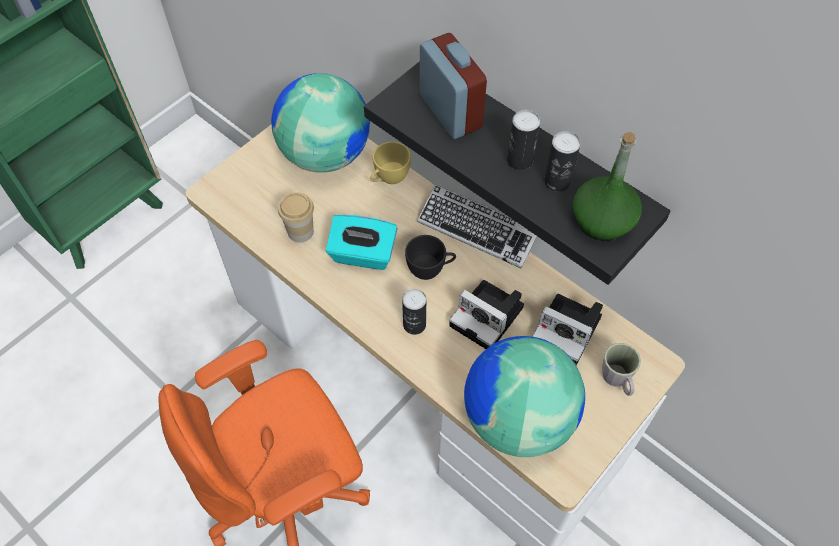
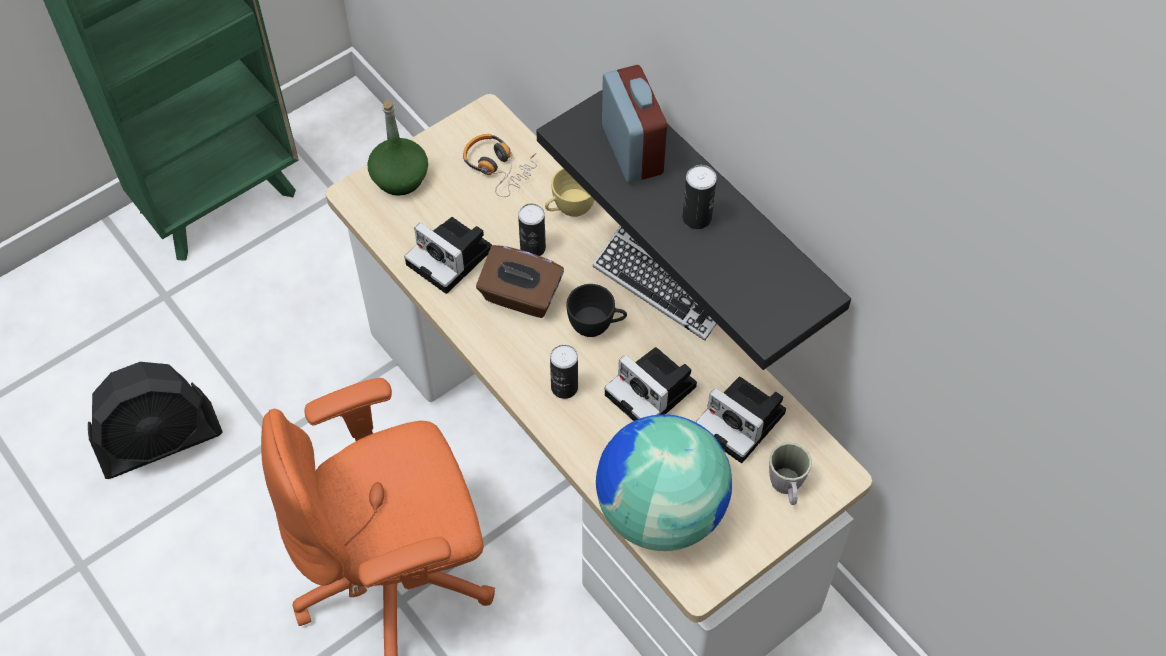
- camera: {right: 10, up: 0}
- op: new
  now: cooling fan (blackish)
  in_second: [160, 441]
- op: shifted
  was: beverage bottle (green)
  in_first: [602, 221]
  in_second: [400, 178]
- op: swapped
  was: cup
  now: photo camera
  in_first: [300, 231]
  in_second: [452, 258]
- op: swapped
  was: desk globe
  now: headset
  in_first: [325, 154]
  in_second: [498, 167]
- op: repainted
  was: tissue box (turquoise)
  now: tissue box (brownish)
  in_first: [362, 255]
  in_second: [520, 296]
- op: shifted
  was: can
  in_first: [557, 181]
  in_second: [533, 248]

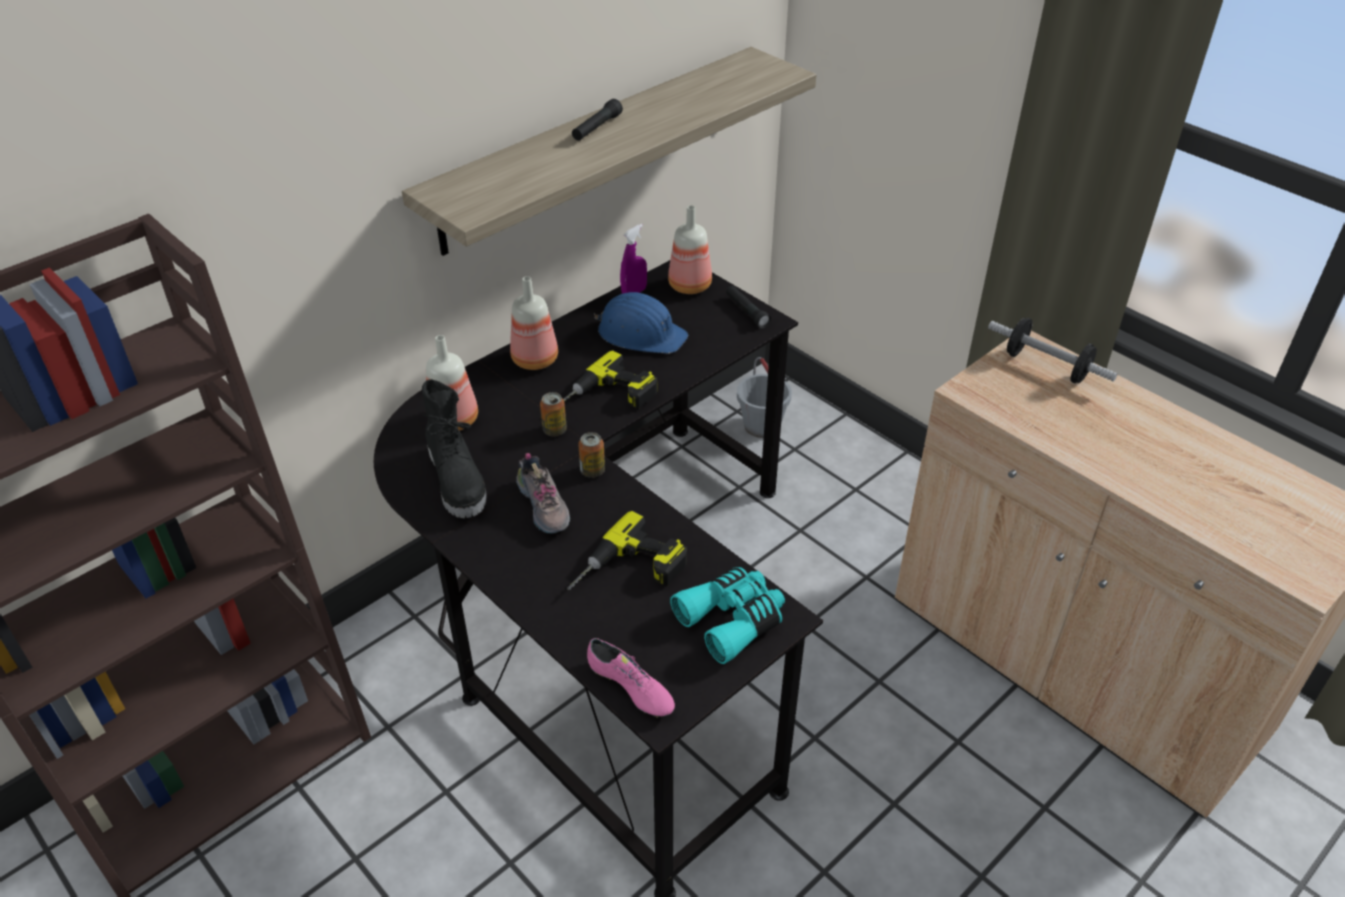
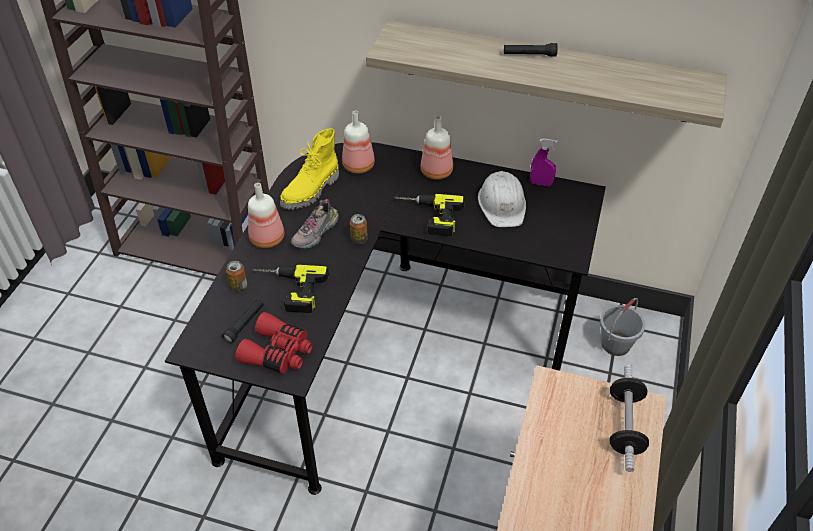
- camera: {right: 60, up: 5}
- op: shifted
  was: flashlight (blackish)
  in_first: [747, 312]
  in_second: [244, 324]
- op: shifted
  was: can
  in_first: [554, 430]
  in_second: [239, 286]
- op: repainted
  was: binoculars (turquoise)
  now: binoculars (red-coloured)
  in_first: [732, 620]
  in_second: [278, 352]
- op: shifted
  was: beverage bottle
  in_first: [688, 285]
  in_second: [267, 238]
- op: repainted
  was: high-top boot (blackish)
  now: high-top boot (yellowish)
  in_first: [458, 481]
  in_second: [311, 191]
- op: repainted
  was: hard hat (blue)
  now: hard hat (whitish)
  in_first: [641, 333]
  in_second: [502, 204]
- op: gone
  was: item of footwear (pinkish)
  in_first: [630, 689]

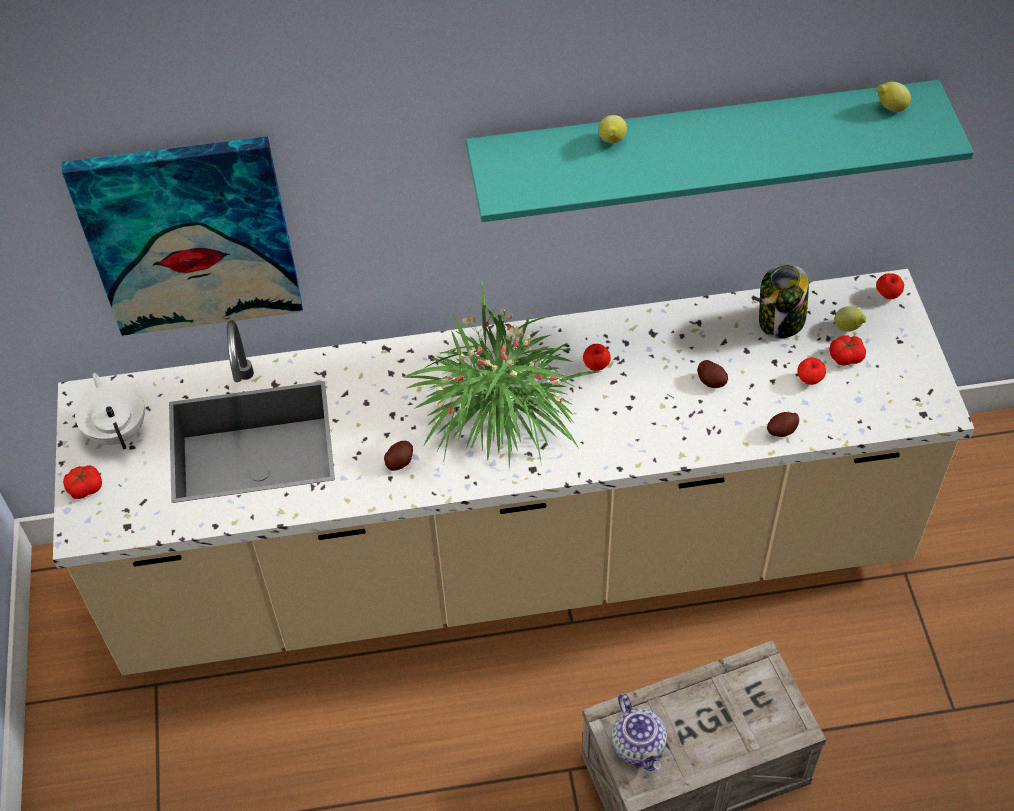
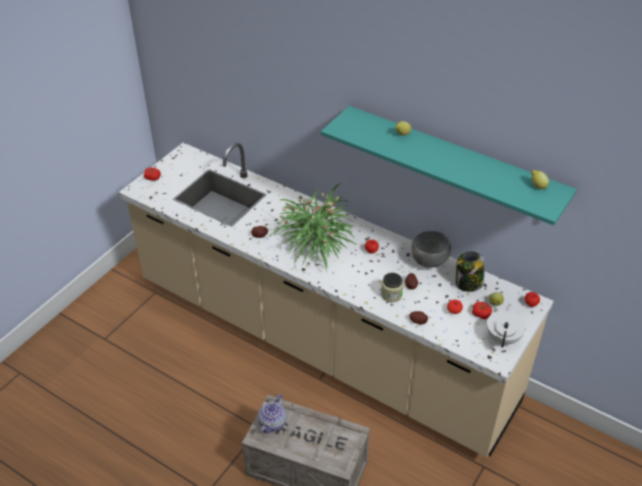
- camera: {right: 40, up: -10}
- op: new
  now: jar
  in_second: [391, 295]
- op: new
  now: bowl (greyish)
  in_second: [429, 262]
- op: shifted
  was: tea pot (whitish)
  in_first: [118, 430]
  in_second: [503, 337]
- op: gone
  was: wall picture
  in_first: [190, 236]

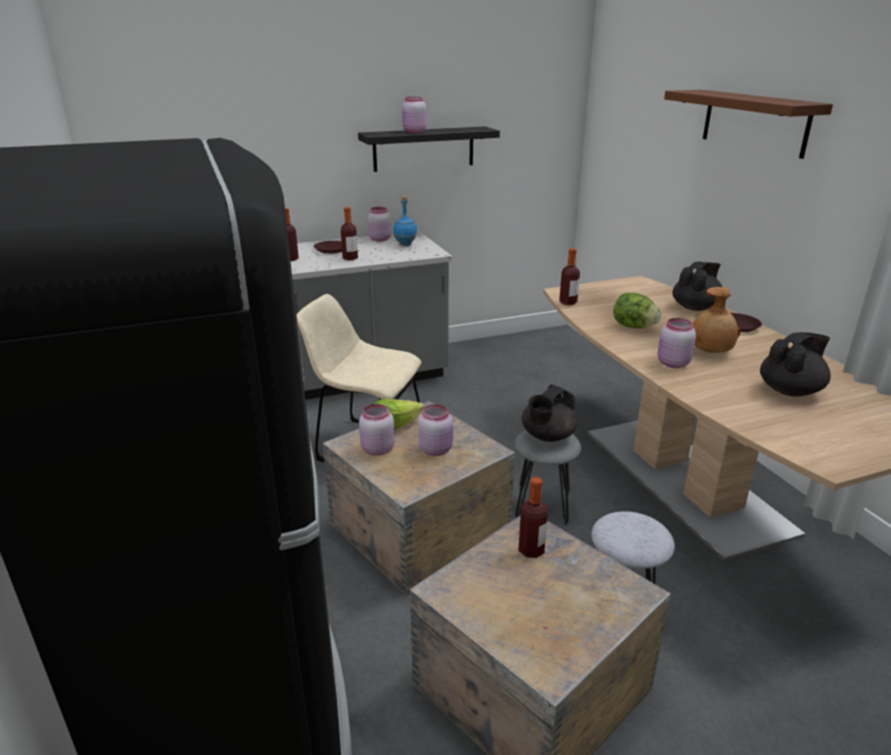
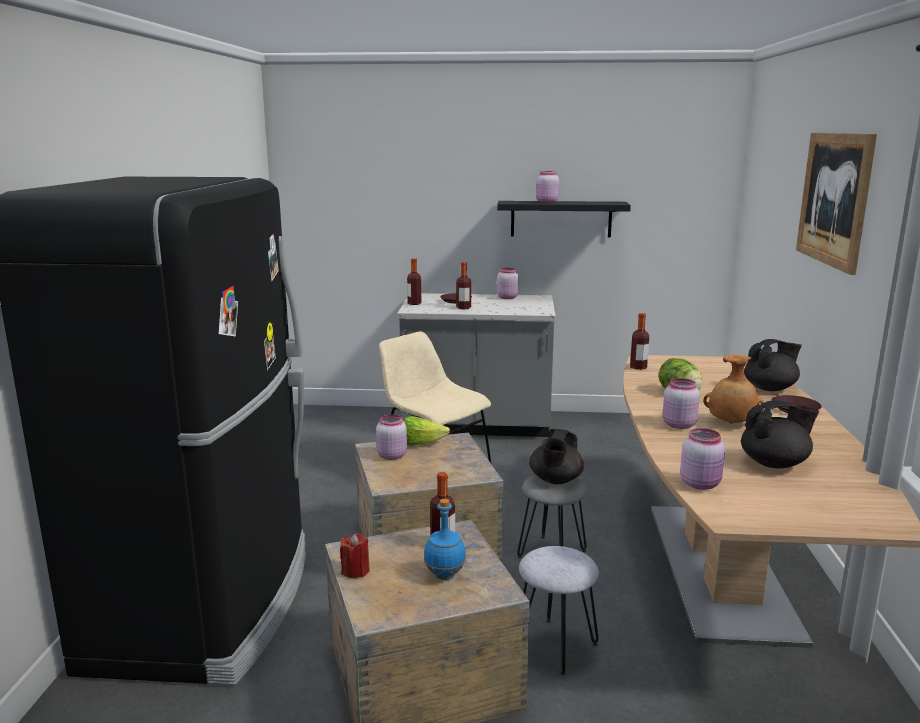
- camera: {right: 25, up: -10}
- op: new
  now: wax light (red-coloured)
  in_second: [355, 571]
- op: shifted
  was: beverage bottle (blue)
  in_first: [405, 245]
  in_second: [445, 576]
- op: rotated
  was: tea pot (blackish)
  in_first: [547, 436]
  in_second: [555, 480]
  clockwise: -45
- op: shifted
  was: jar (pinkish)
  in_first: [436, 449]
  in_second: [701, 483]
- op: swapped
  was: shelf (brownish)
  now: wall picture
  in_first: [754, 122]
  in_second: [834, 199]

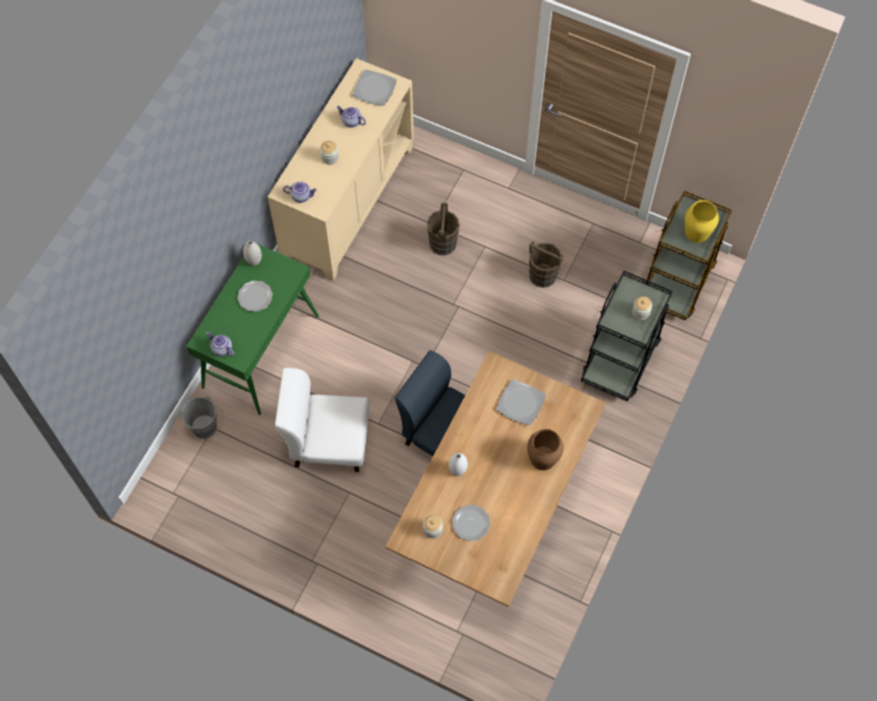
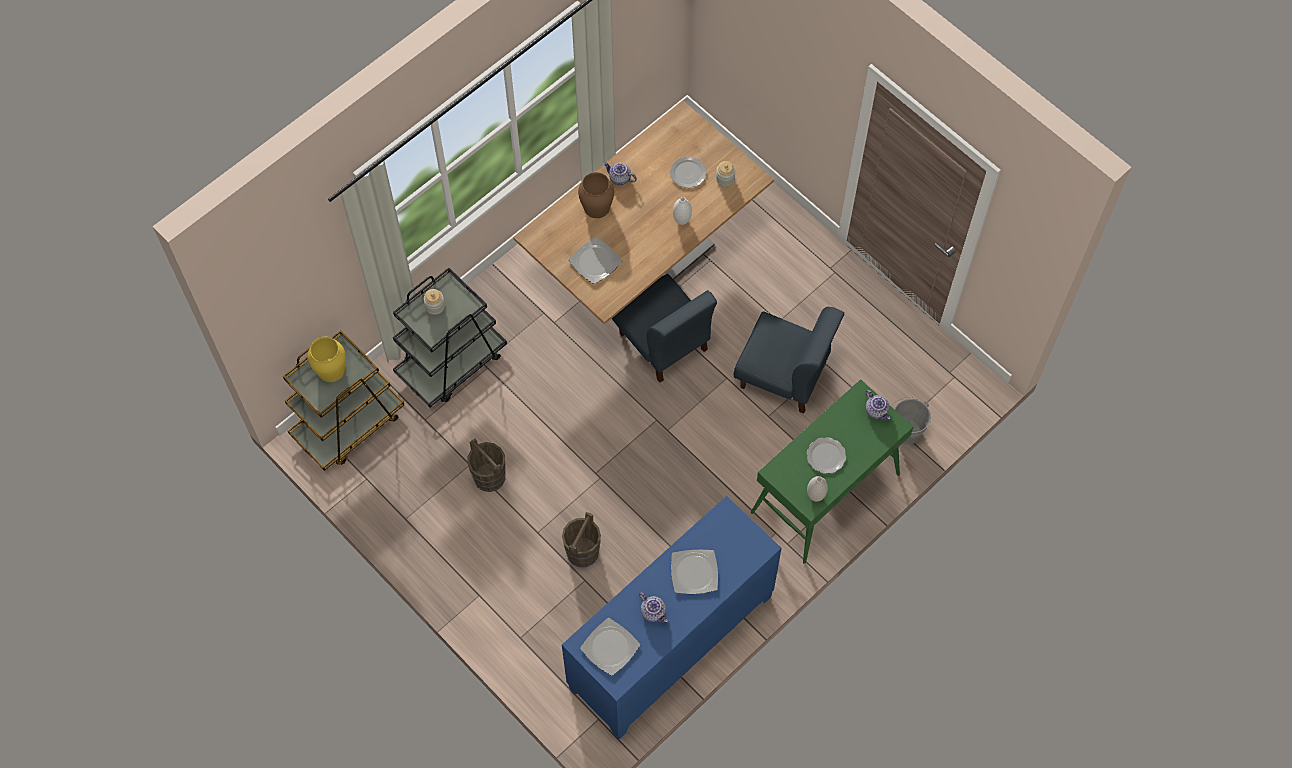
- camera: {right: -160, up: 0}
- op: repainted
  was: cabinet (sand-coloured)
  now: cabinet (blue)
  in_first: [347, 201]
  in_second: [671, 643]
- op: shifted
  was: tea pot
  in_first: [301, 196]
  in_second: [619, 178]
- op: swapped
  was: jar
  now: plate
  in_first: [330, 157]
  in_second: [694, 573]
- op: repainted
  was: upright chair (whitish)
  now: upright chair (blue)
  in_first: [328, 442]
  in_second: [783, 376]

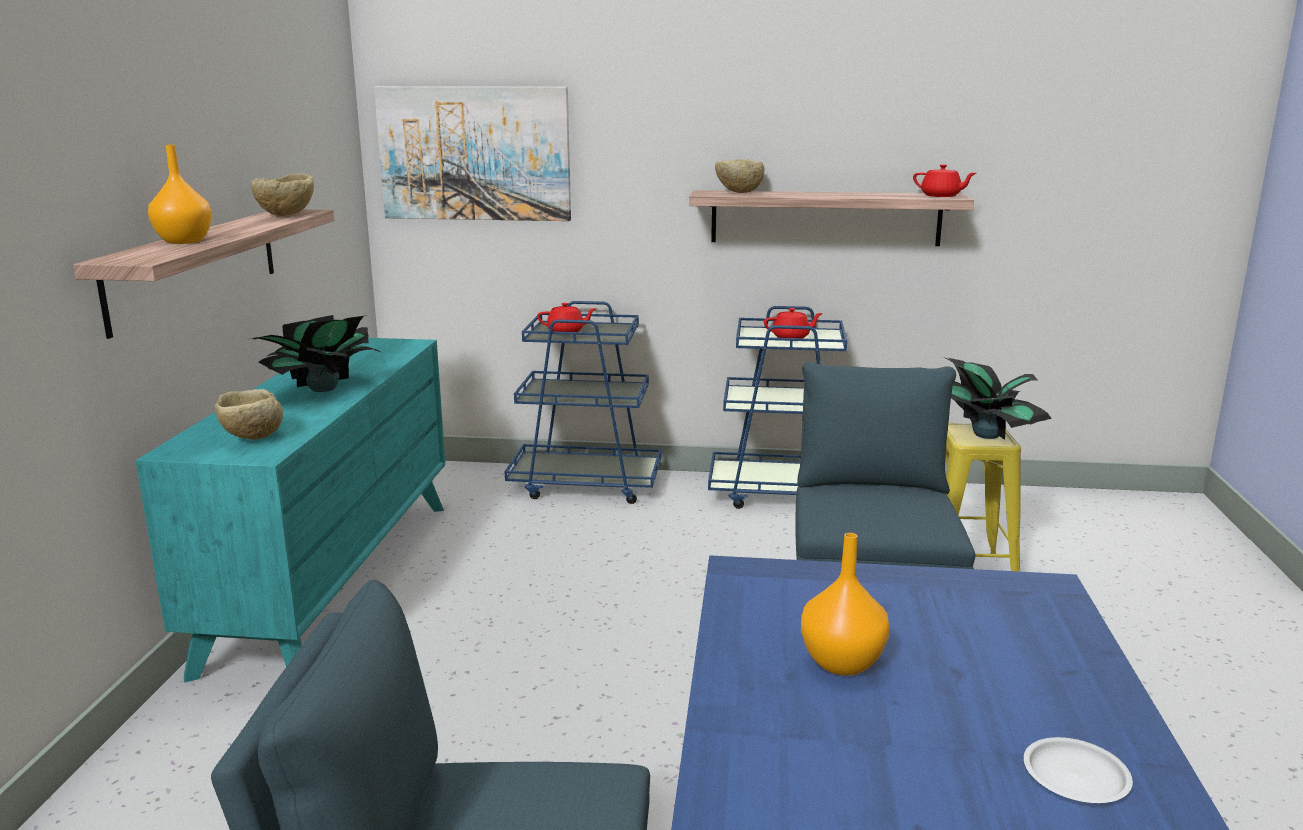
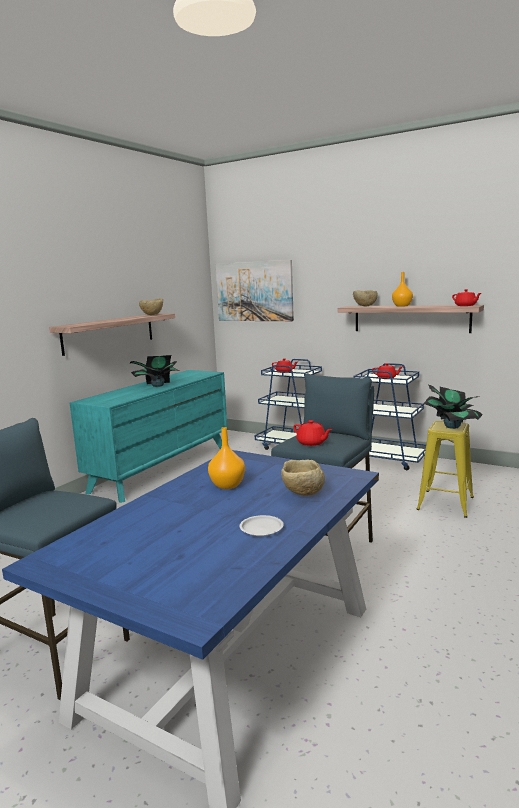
- camera: {right: 25, up: -5}
- op: shifted
  was: bowl (sand-coloured)
  in_first: [252, 438]
  in_second: [303, 494]
- op: new
  now: tea pot (red-coloured)
  in_second: [312, 443]
- op: shifted
  was: decorative vase (orange-coloured)
  in_first: [184, 241]
  in_second: [402, 306]

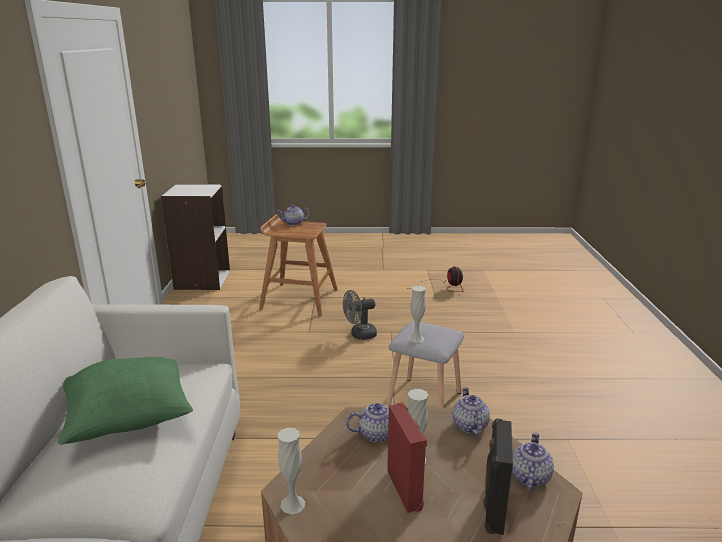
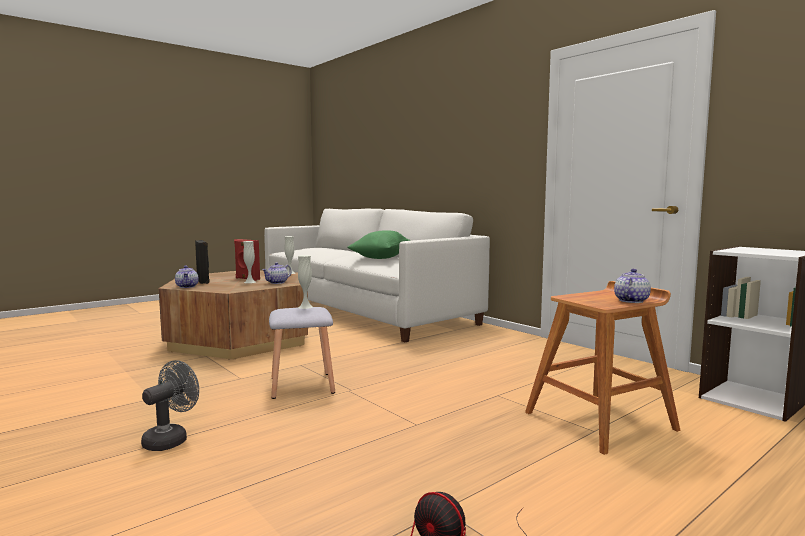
- camera: {right: 140, up: -15}
- op: shifted
  was: cooling fan (greyish)
  in_first: [359, 335]
  in_second: [171, 439]
- op: gone
  was: tea pot
  in_first: [469, 425]

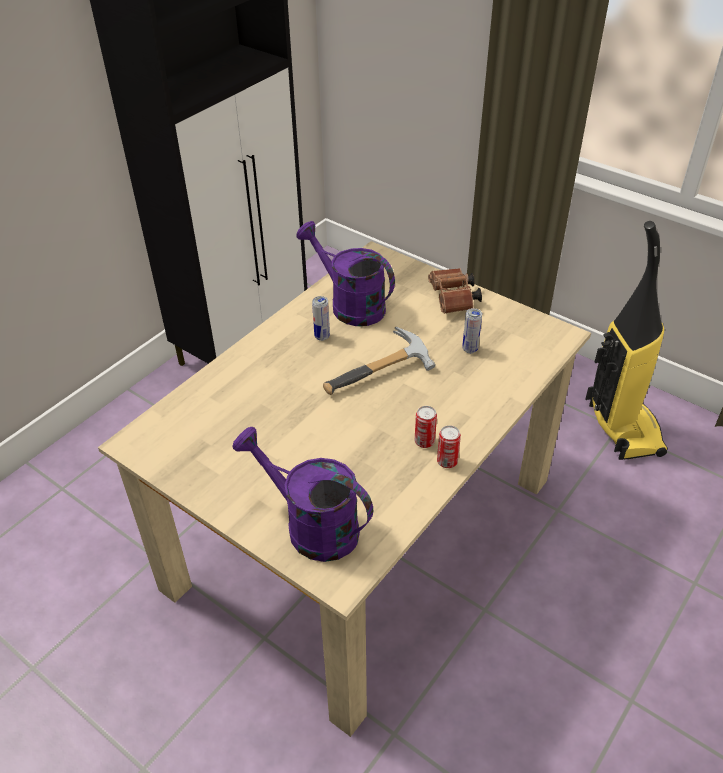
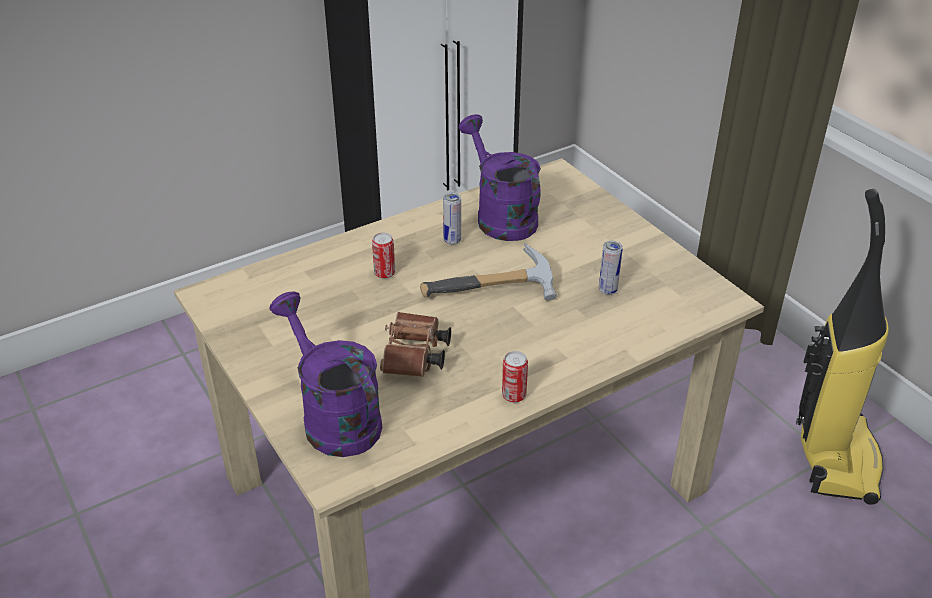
- camera: {right: 20, up: -5}
- op: shifted
  was: can
  in_first: [424, 441]
  in_second: [384, 273]
- op: shifted
  was: binoculars (brownish)
  in_first: [453, 300]
  in_second: [415, 358]

